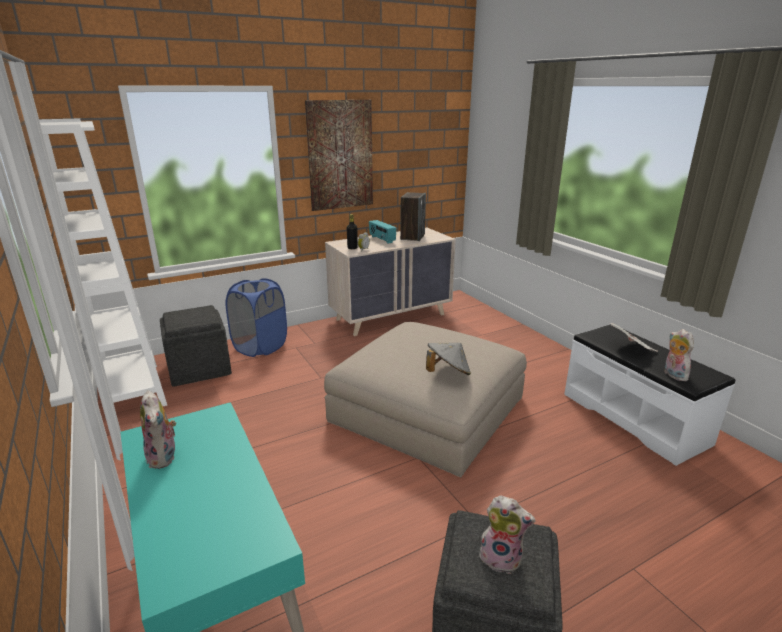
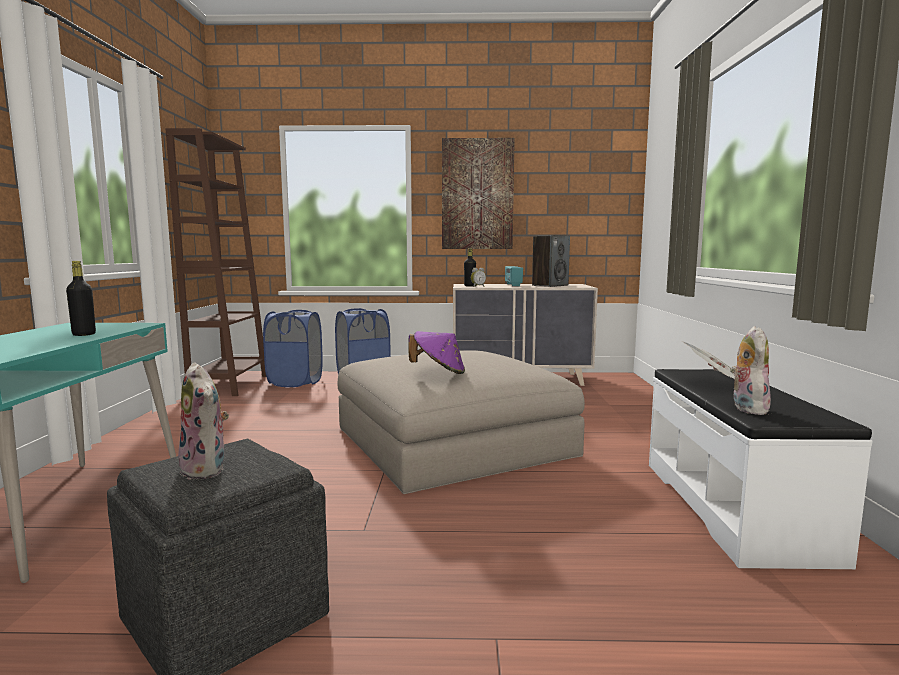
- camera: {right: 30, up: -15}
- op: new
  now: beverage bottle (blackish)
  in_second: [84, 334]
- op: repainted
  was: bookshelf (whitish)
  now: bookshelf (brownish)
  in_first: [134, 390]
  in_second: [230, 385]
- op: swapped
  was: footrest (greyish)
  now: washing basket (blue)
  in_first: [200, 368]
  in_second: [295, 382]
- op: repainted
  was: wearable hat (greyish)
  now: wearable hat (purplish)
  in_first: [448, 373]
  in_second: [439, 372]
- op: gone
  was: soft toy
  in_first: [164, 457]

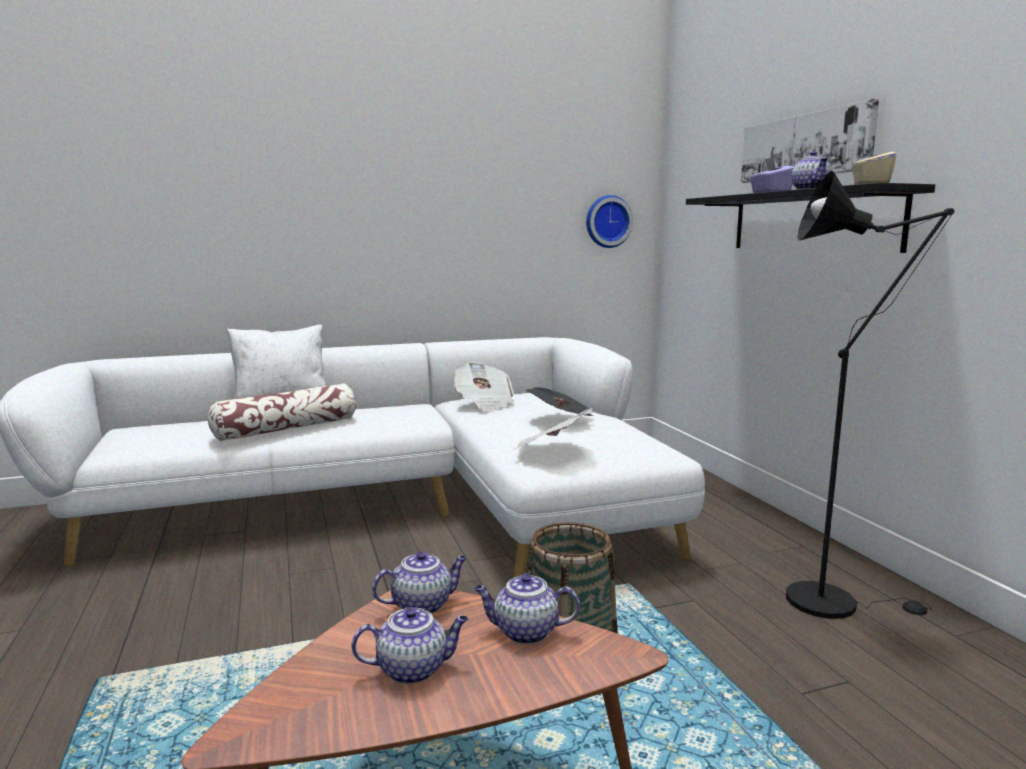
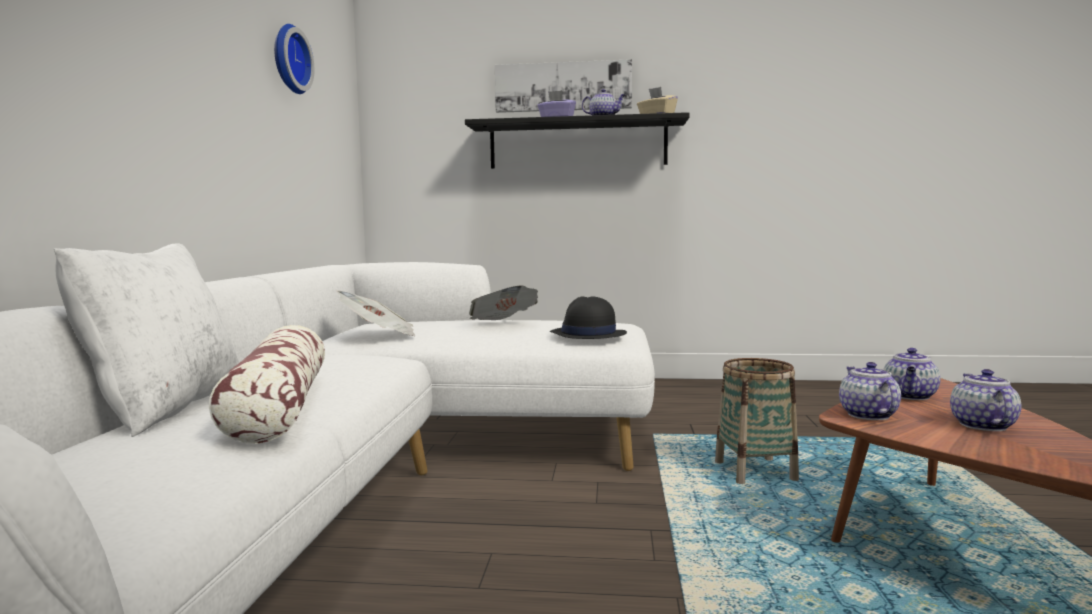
- camera: {right: -65, up: -5}
- op: shifted
  was: hanging clock
  in_first: [607, 221]
  in_second: [288, 59]
- op: swapped
  was: daily paper
  now: wearable hat (blackish)
  in_first: [550, 450]
  in_second: [587, 334]
- op: gone
  was: standard lamp (blackish)
  in_first: [834, 601]

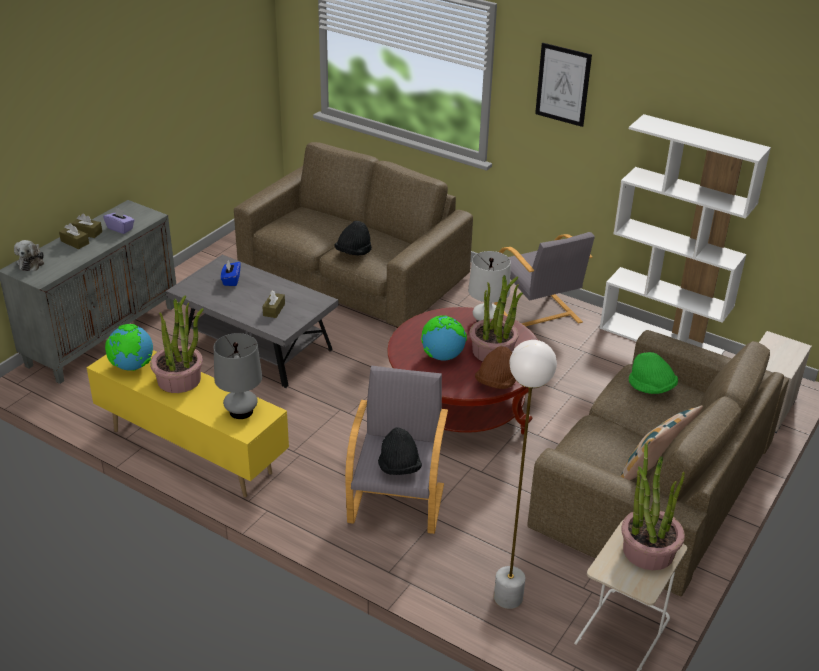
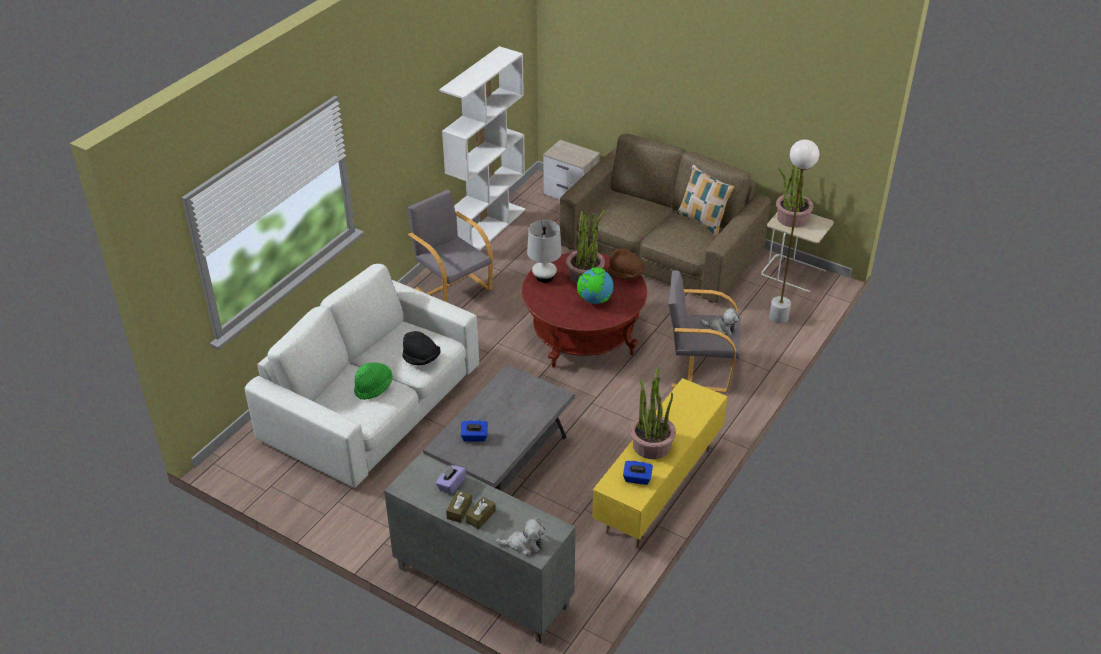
- camera: {right: -90, up: 5}
- op: repainted
  was: couch (brownish)
  now: couch (whitish)
  in_first: [352, 273]
  in_second: [373, 403]
- op: shifted
  was: wearable hat (green)
  in_first: [651, 387]
  in_second: [373, 387]
- op: rotated
  was: easy chair (greyish)
  in_first: [538, 315]
  in_second: [452, 288]
  clockwise: -105
- op: swapped
  was: desk globe
  now: tissue box (blue)
  in_first: [132, 367]
  in_second: [637, 479]
- op: swapped
  was: wearable hat (blackish)
  now: soft toy
  in_first: [399, 468]
  in_second: [721, 328]
- op: gone
  was: lamp for a table (greyish)
  in_first: [241, 411]
- op: gone
  was: tissue box (brownish)
  in_first: [274, 310]
- op: gone
  was: wall picture
  in_first: [563, 84]

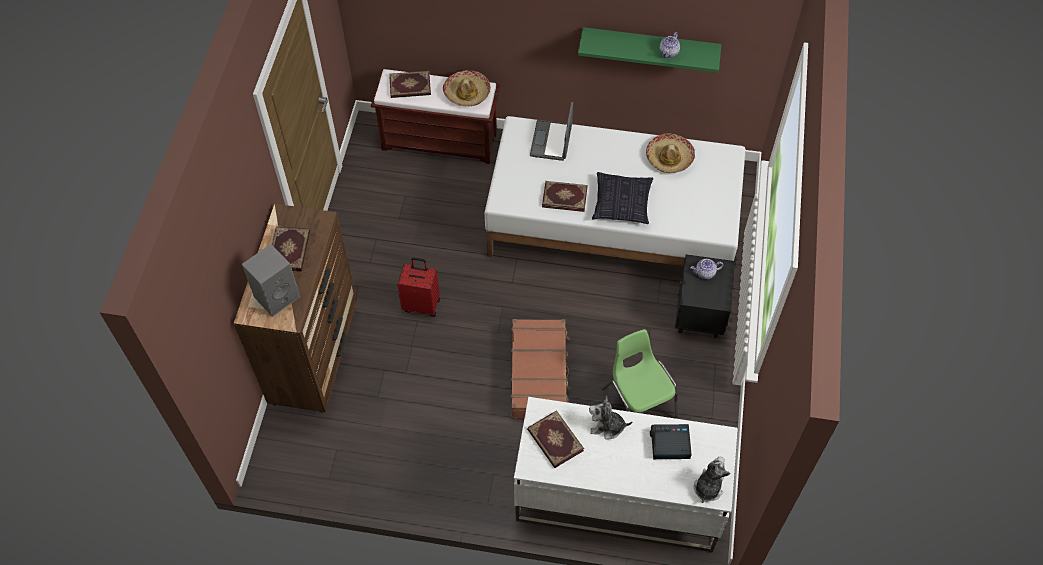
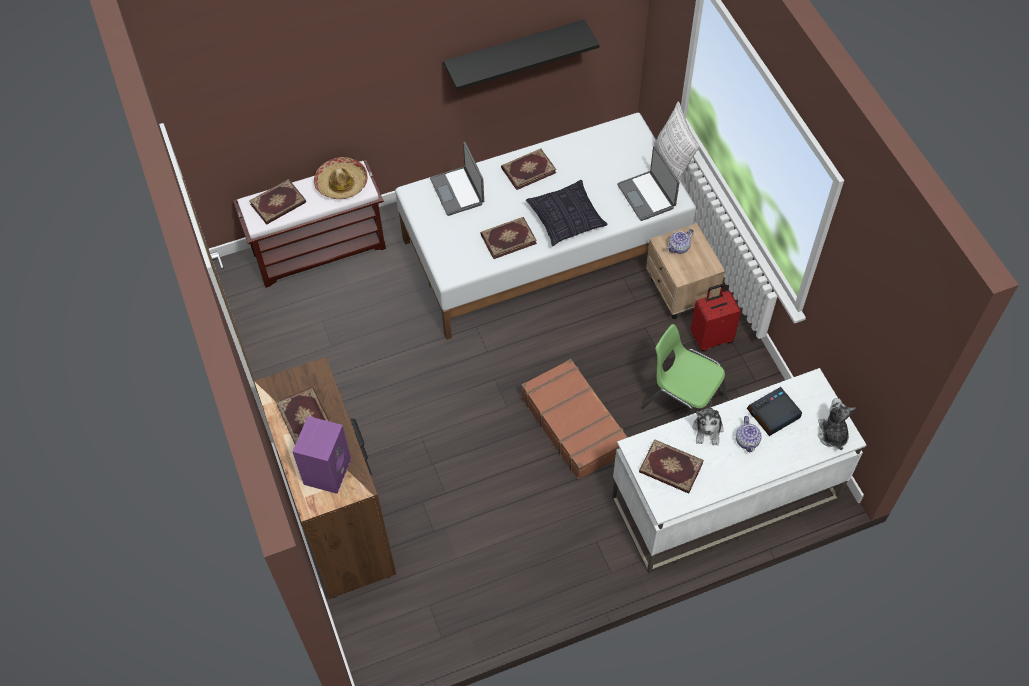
- camera: {right: -30, up: 0}
- op: repainted
  was: speaker (greyish)
  now: speaker (purplish)
  in_first: [277, 295]
  in_second: [327, 470]
- op: repainted
  was: shelf (green)
  now: shelf (blackish)
  in_first: [650, 46]
  in_second: [514, 52]
- op: new
  now: bound book
  in_second: [528, 170]
- op: new
  now: laptop
  in_second: [647, 196]
- op: repainted
  was: nightstand (blackish)
  now: nightstand (sand-coloured)
  in_first: [699, 314]
  in_second: [680, 293]
- op: new
  now: pillow
  in_second: [672, 164]
- op: shifted
  was: travel case (red-coloured)
  in_first: [422, 304]
  in_second: [711, 337]
- op: rotated
  was: soft toy
  in_first: [607, 426]
  in_second: [708, 429]
  clockwise: -60
- op: shifted
  was: tea pot
  in_first: [669, 53]
  in_second: [747, 441]
- op: gone
  was: wearable hat
  in_first: [669, 158]

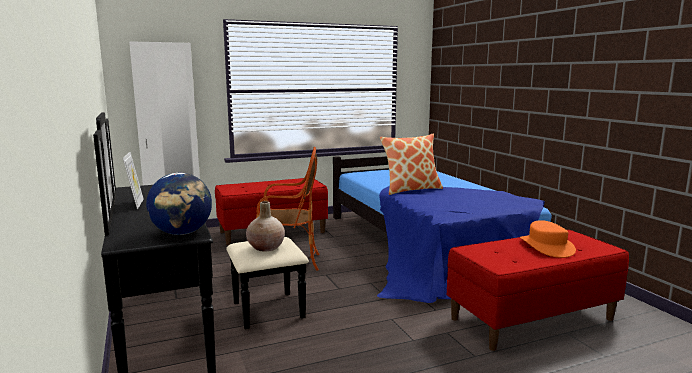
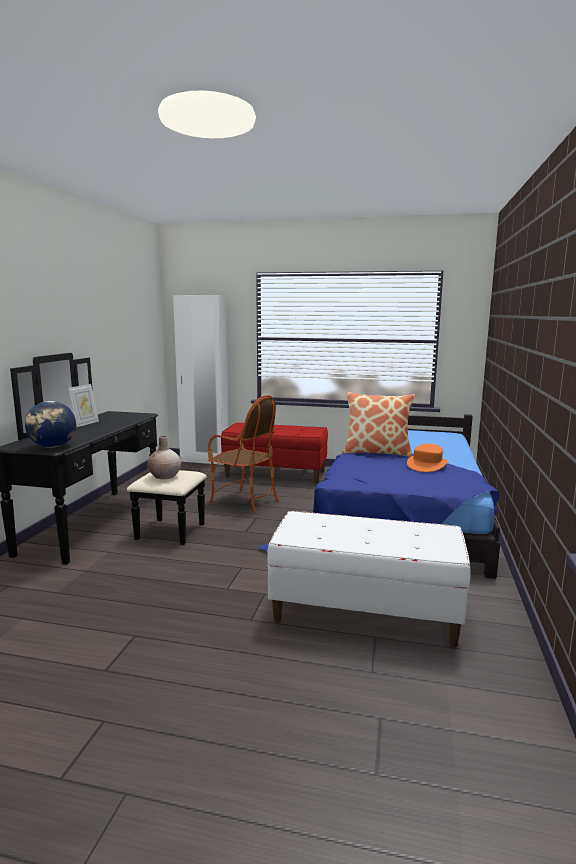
- camera: {right: 35, up: 0}
- op: repainted
  was: long seat (red-coloured)
  now: long seat (whitish)
  in_first: [531, 318]
  in_second: [365, 612]
- op: shifted
  was: wearable hat (orange-coloured)
  in_first: [547, 246]
  in_second: [427, 465]

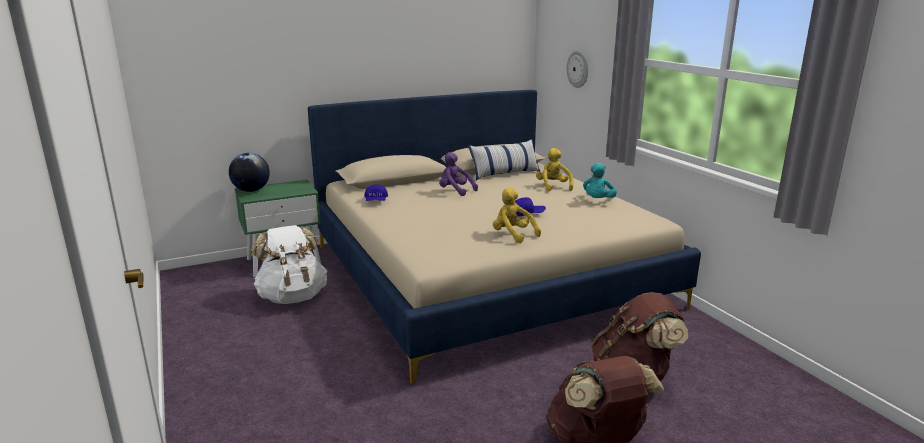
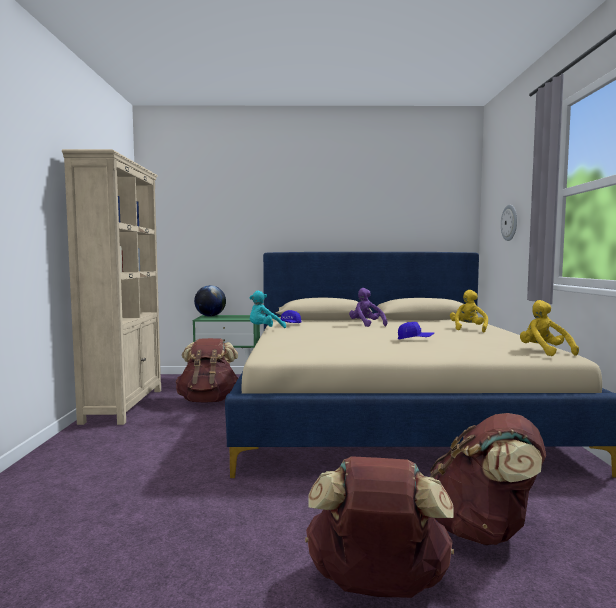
- camera: {right: 25, up: -15}
- op: new
  now: bookshelf (sand-coloured)
  in_second: [124, 405]
- op: repainted
  was: backpack (whitish)
  now: backpack (brownish)
  in_first: [292, 297]
  in_second: [208, 401]
- op: shifted
  was: soft toy (turquoise)
  in_first: [598, 201]
  in_second: [264, 329]
- op: shifted
  was: soft toy (yellowish)
  in_first: [513, 235]
  in_second: [544, 352]
- op: gone
  was: pillow
  in_first: [504, 174]

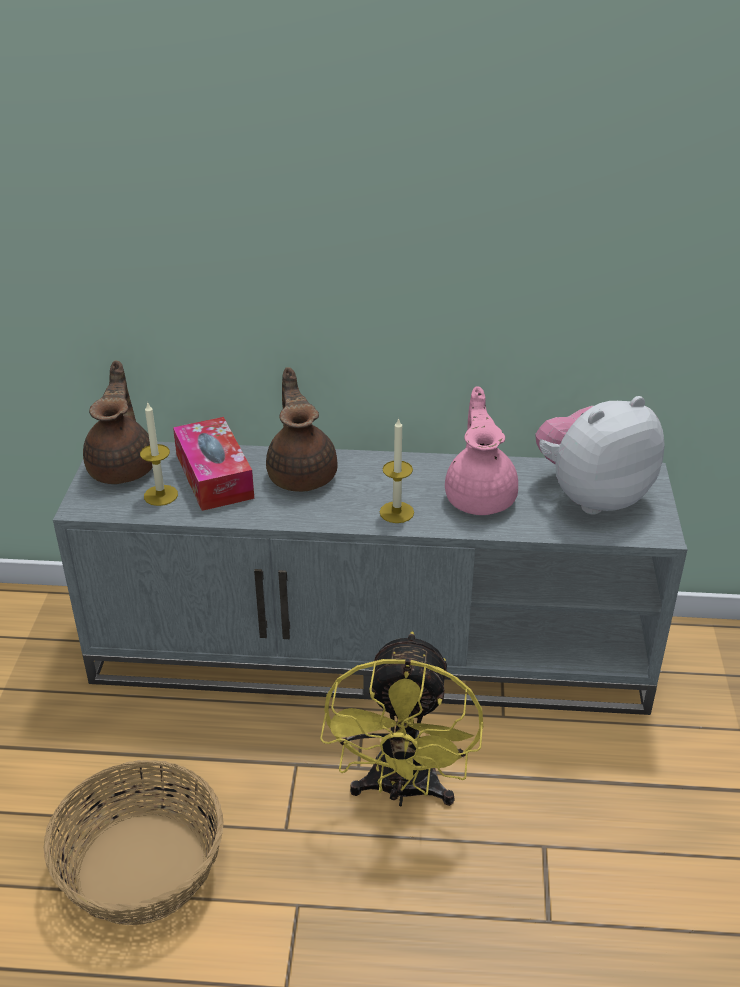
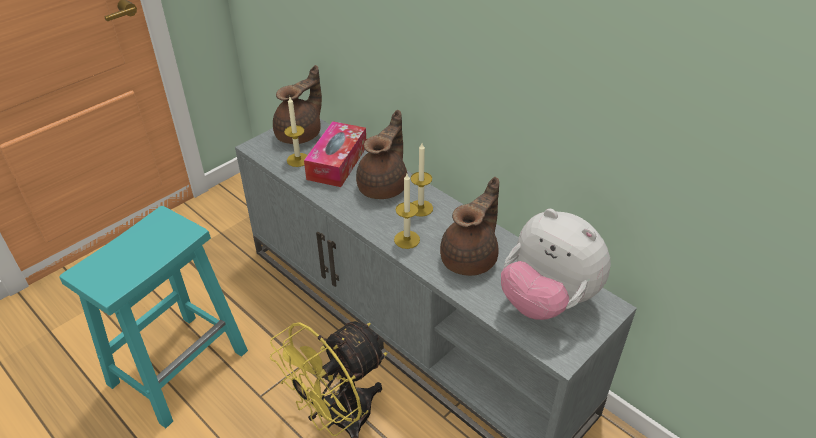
- camera: {right: 40, up: 5}
- op: swapped
  was: storage basket
  now: stool seat (turquoise)
  in_first: [141, 867]
  in_second: [180, 365]
- op: new
  now: wax light
  in_second: [420, 208]
- op: repainted
  was: tea pot (pinkish)
  now: tea pot (brownish)
  in_first: [480, 496]
  in_second: [471, 258]
- op: rotated
  was: soft toy
  in_first: [591, 496]
  in_second: [547, 300]
  clockwise: -150

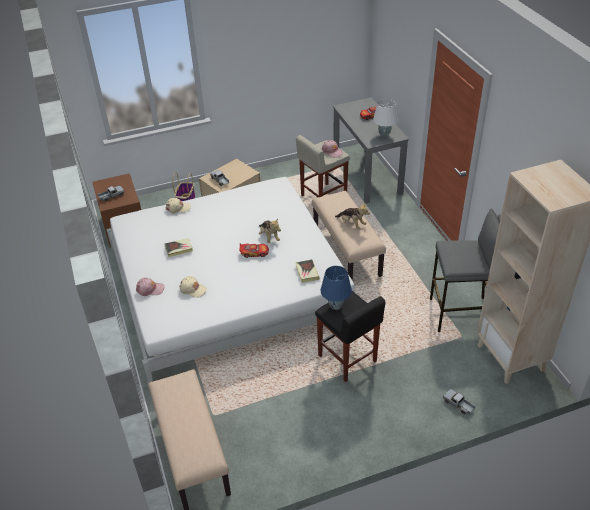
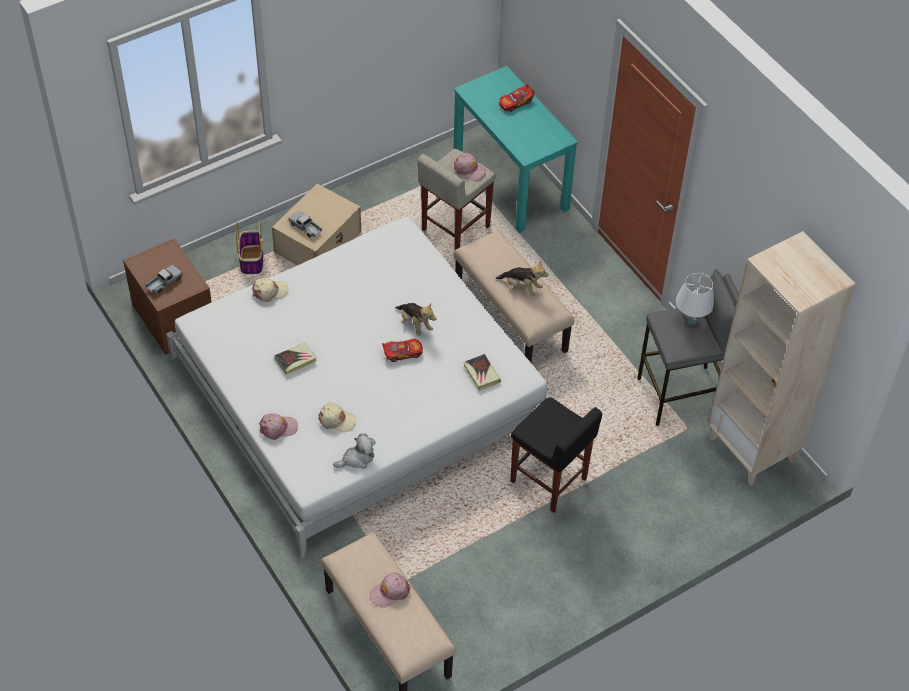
- camera: {right: -15, up: 10}
- op: new
  now: soft toy
  in_second: [357, 458]
- op: new
  now: baseball cap (pinkish)
  in_second: [390, 592]
- op: repainted
  was: desk (greyish)
  now: desk (turquoise)
  in_first: [367, 176]
  in_second: [511, 183]
- op: shifted
  was: lamp for a table (whitish)
  in_first: [384, 135]
  in_second: [691, 320]
- op: gone
  was: lamp for a table (blue)
  in_first: [335, 306]
- op: gone
  was: toy lorry
  in_first: [458, 404]

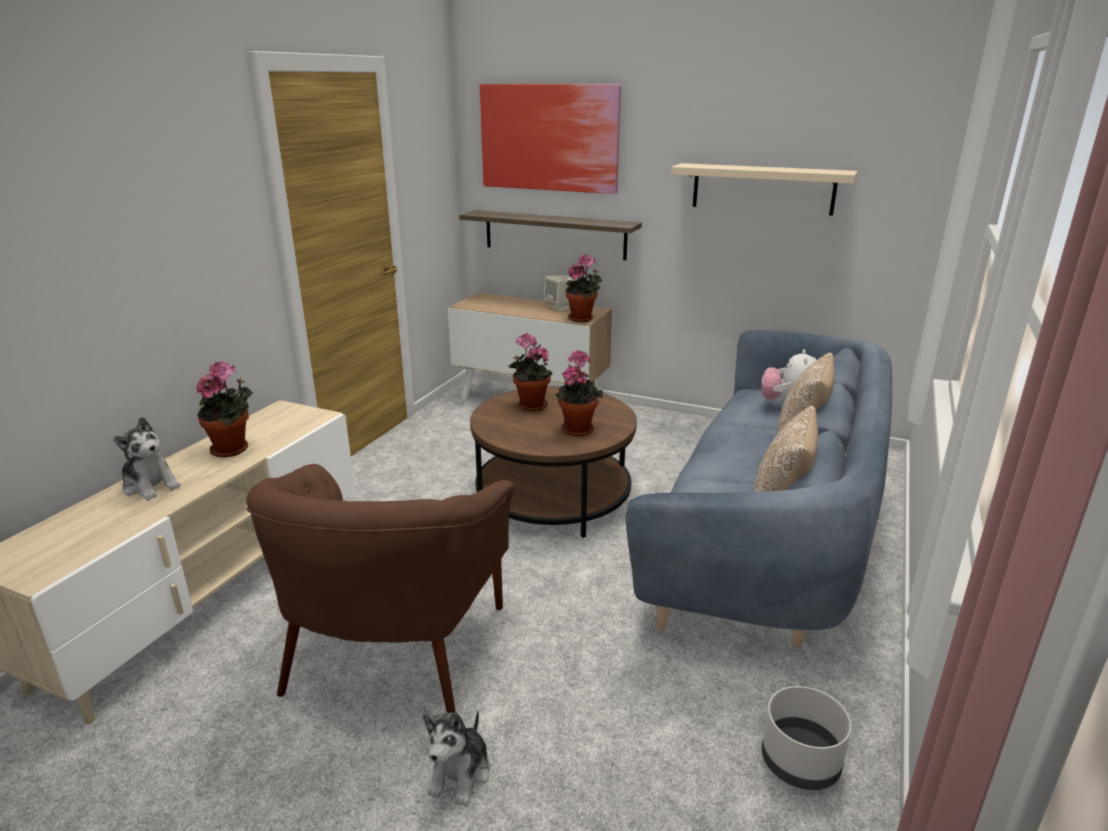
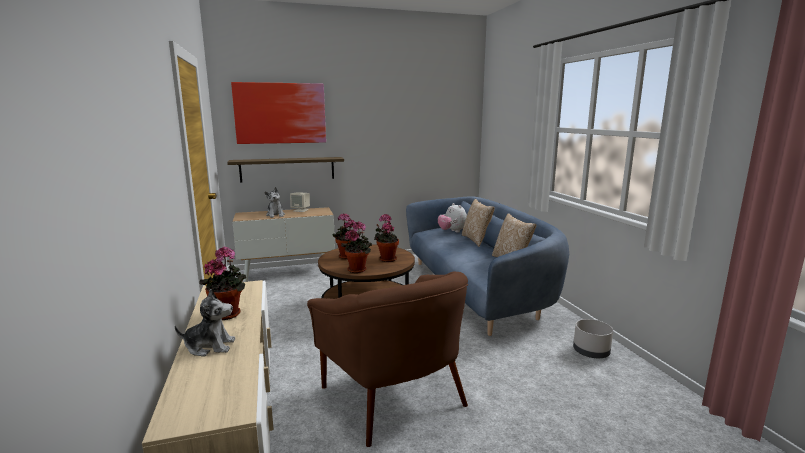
- camera: {right: -40, up: -10}
- op: shifted
  was: soft toy
  in_first: [460, 773]
  in_second: [275, 215]
- op: shifted
  was: potted plant
  in_first: [583, 318]
  in_second: [358, 269]
- op: gone
  was: shelf (sand-coloured)
  in_first: [763, 189]

